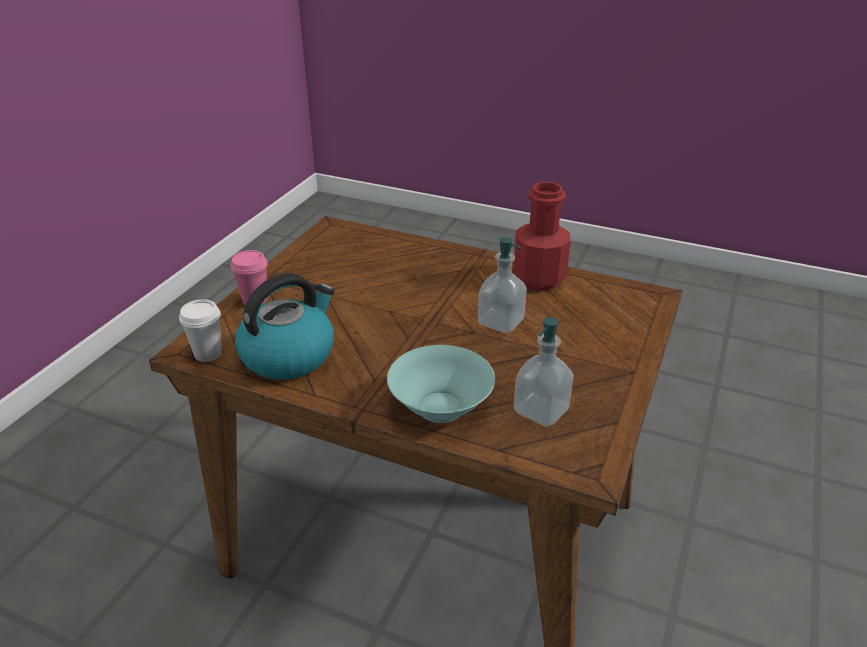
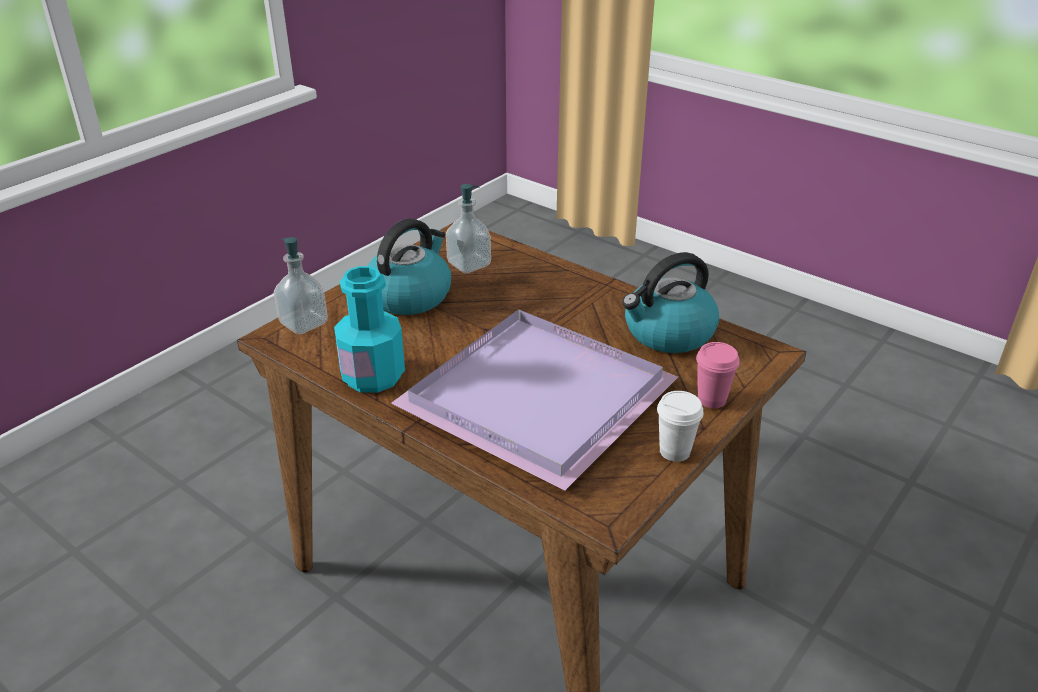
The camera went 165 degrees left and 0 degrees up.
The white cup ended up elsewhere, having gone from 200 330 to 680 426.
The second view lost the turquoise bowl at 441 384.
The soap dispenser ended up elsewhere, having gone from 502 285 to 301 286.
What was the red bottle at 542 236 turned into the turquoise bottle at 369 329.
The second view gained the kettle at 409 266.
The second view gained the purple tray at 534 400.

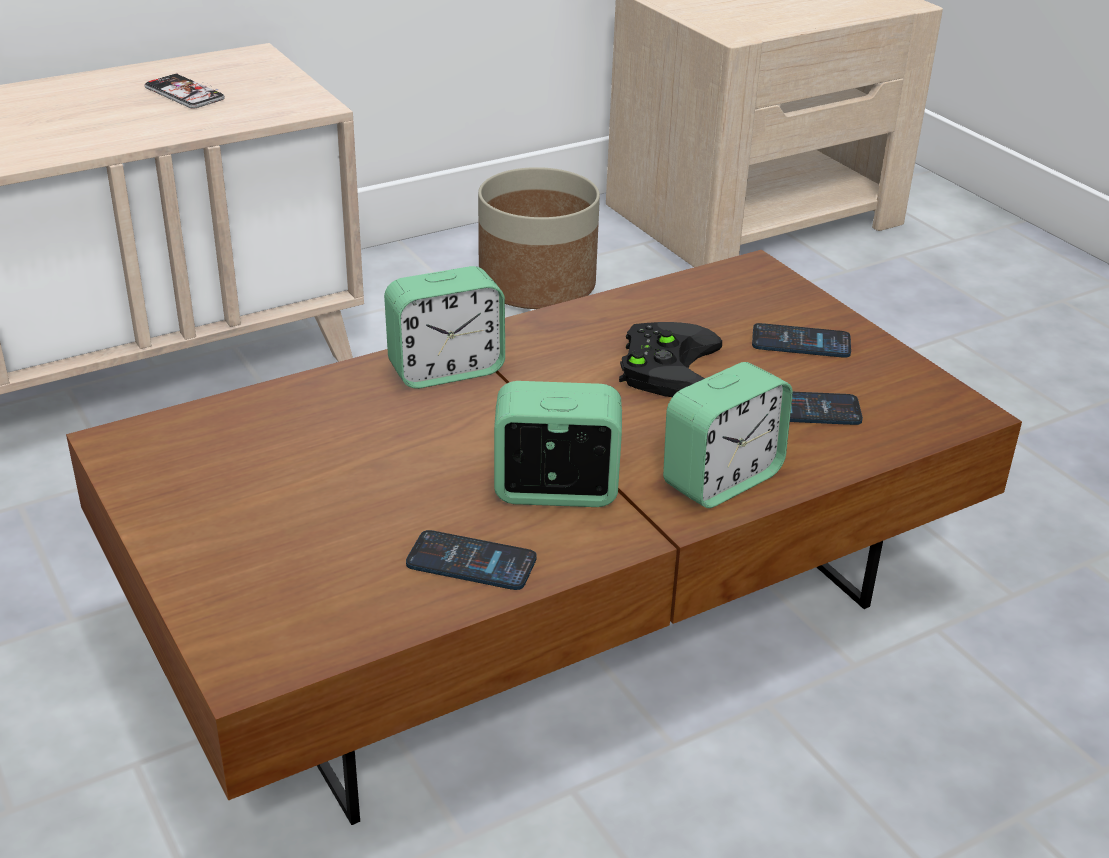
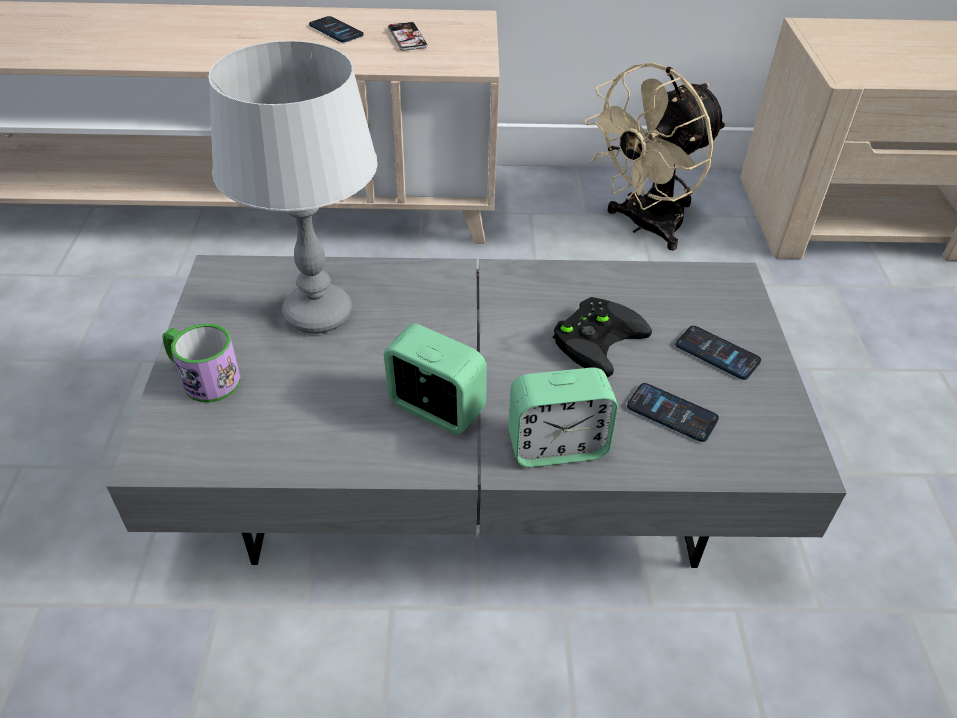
The camera went 30 degrees right and 10 degrees up.
What was the brown coffee table at 544 537 turned into the grey coffee table at 476 411.
The second view lost the alarm clock at 444 327.
The phone ended up elsewhere, having gone from 471 560 to 336 29.
Where the planter stood at 539 238, the beige fan came to stand at 655 156.
The second view gained the mug at 201 363.
The second view gained the grey table lamp at 293 187.

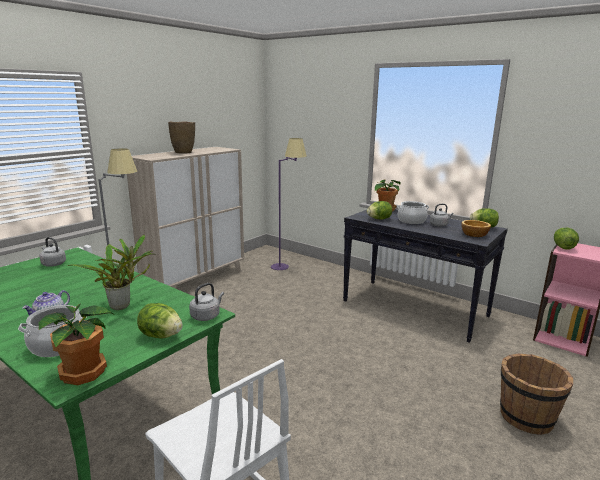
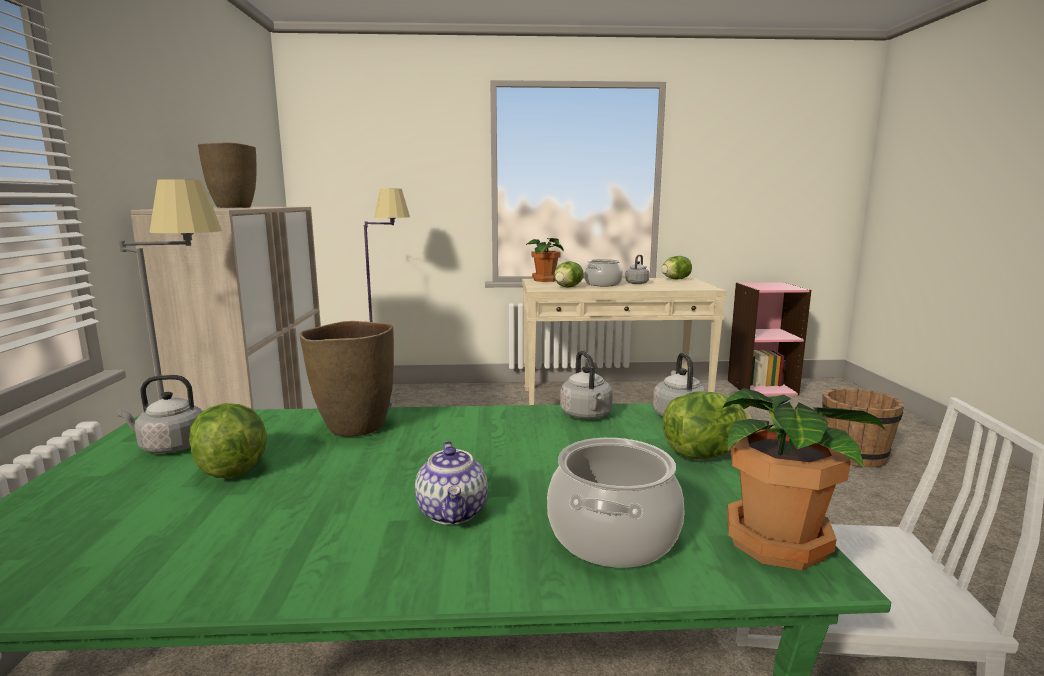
The camera went 40 degrees left and 5 degrees down.
The second view lost the potted plant at 112 272.
What was the black console table at 425 276 turned into the beige console table at 624 341.
The second view lost the bowl at 476 228.
The lettuce ended up elsewhere, having gone from 566 239 to 228 440.
The second view gained the brown vase at 347 379.
The second view gained the grey kettle at 586 385.

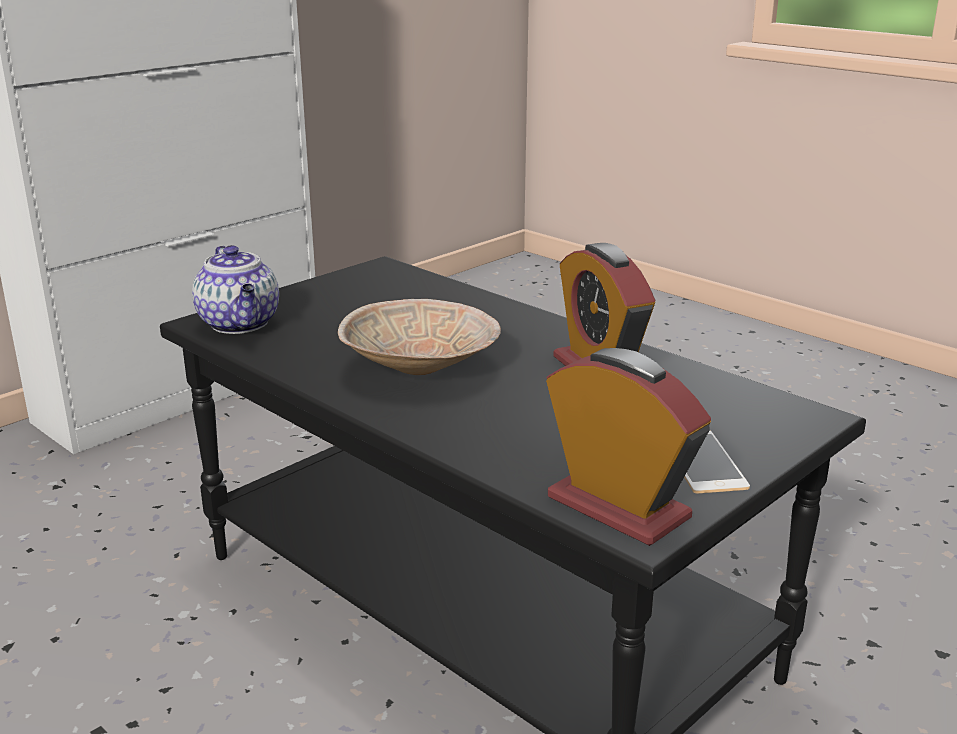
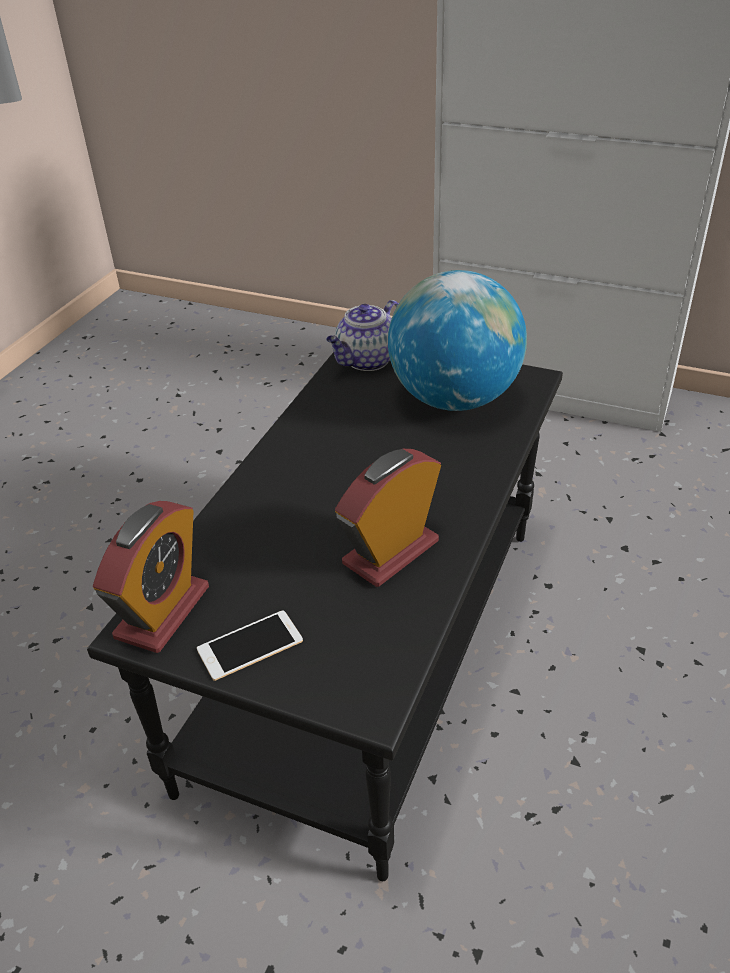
The camera went 70 degrees right and 15 degrees up.
The second view lost the beige bowl at 419 337.
The second view gained the globe at 457 340.

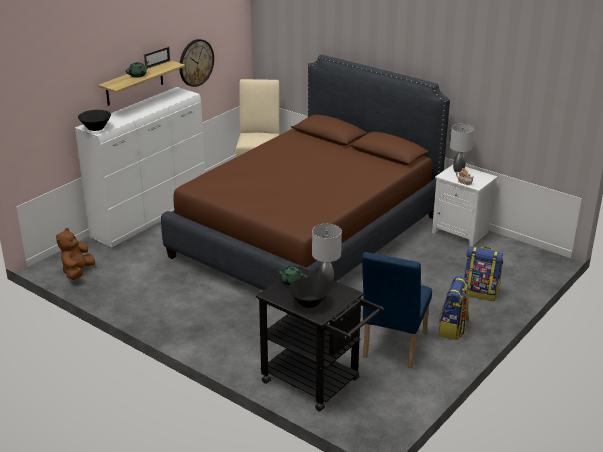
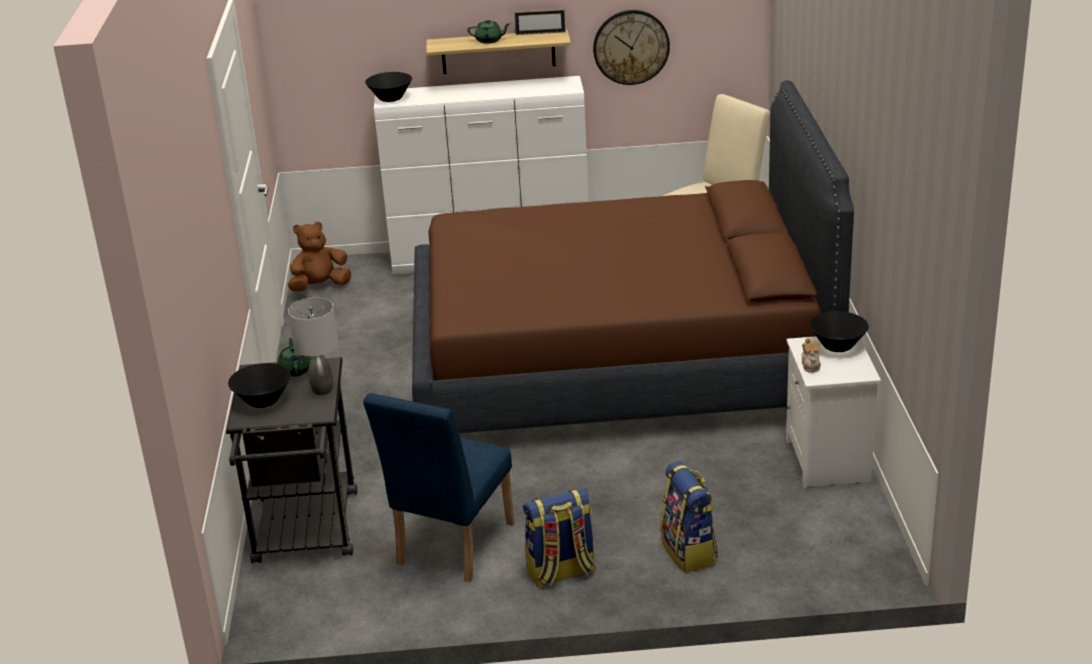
The camera went 50 degrees right and 0 degrees up.
The blue chair at 397 310 ended up facing another way, 45 degrees counterclockwise from before.
Where the grey table lamp stood at 462 148, the black bowl came to stand at 839 331.

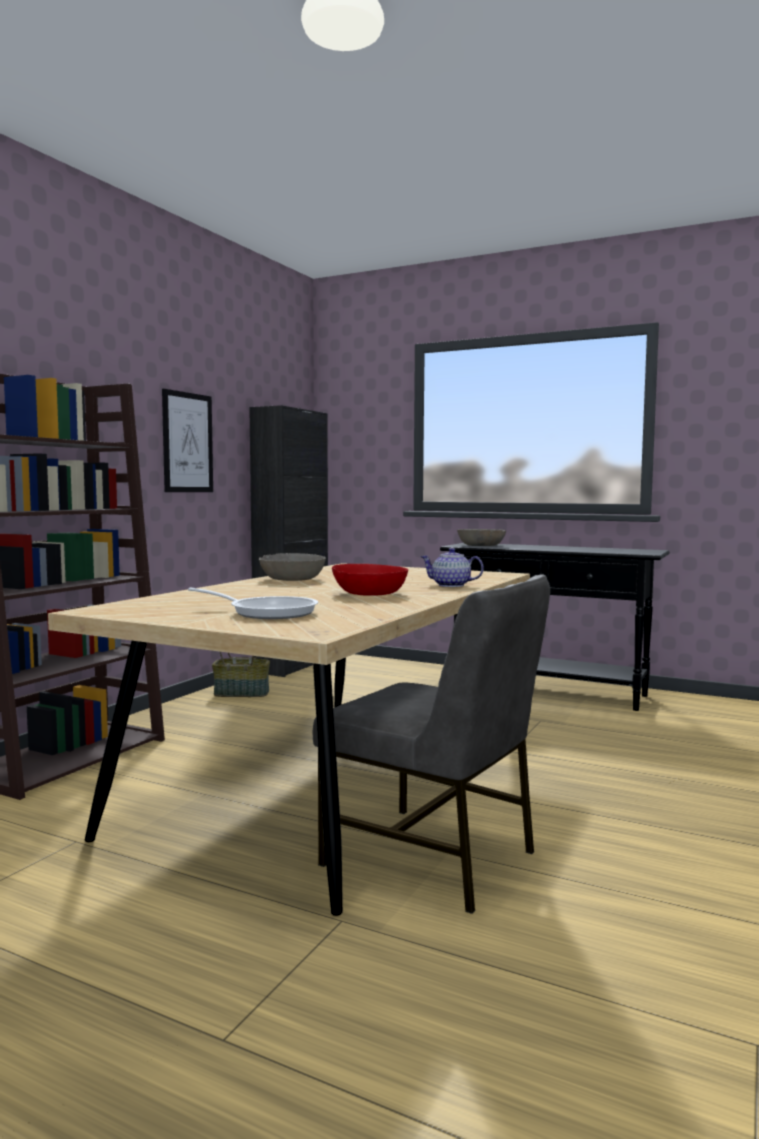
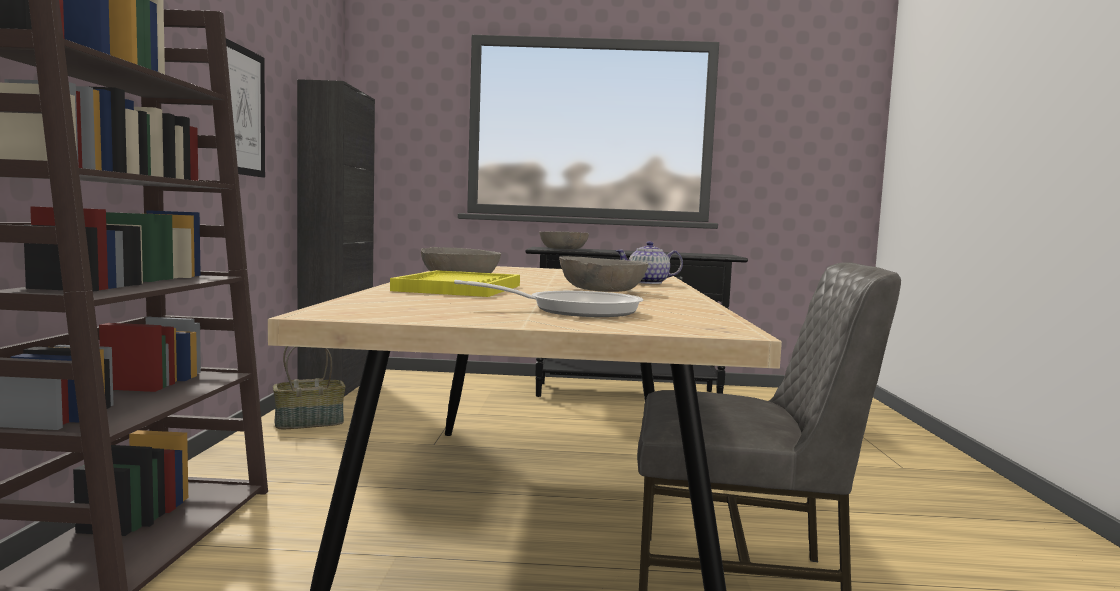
The camera went 25 degrees left and 0 degrees up.
What was the red bowl at 370 580 turned into the grey bowl at 603 274.
The second view gained the yellow tray at 455 283.

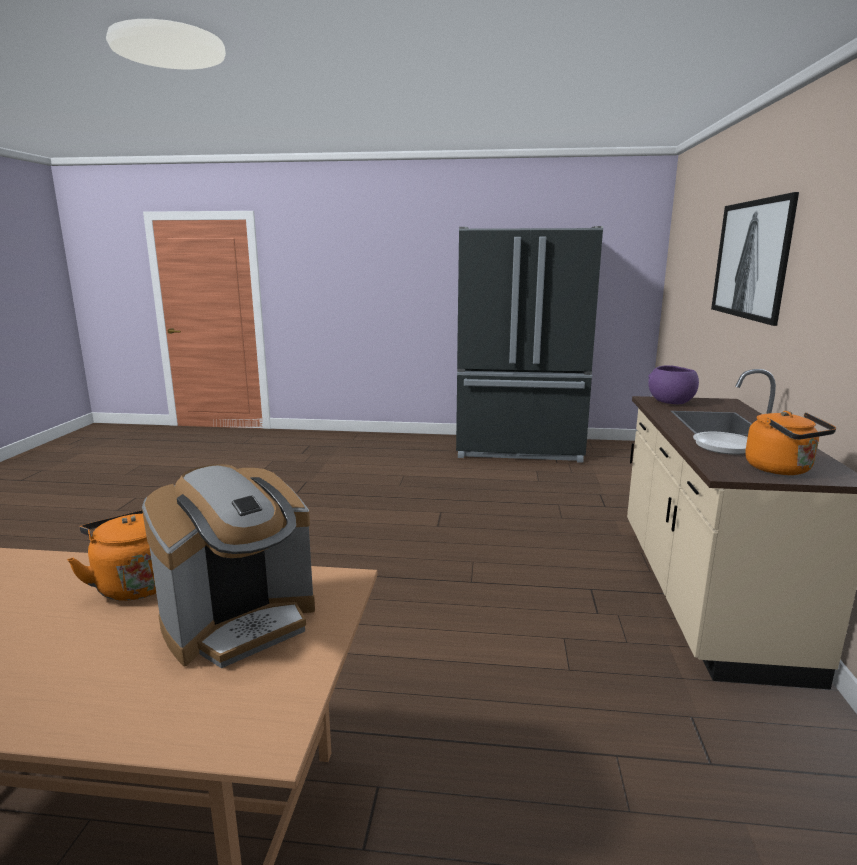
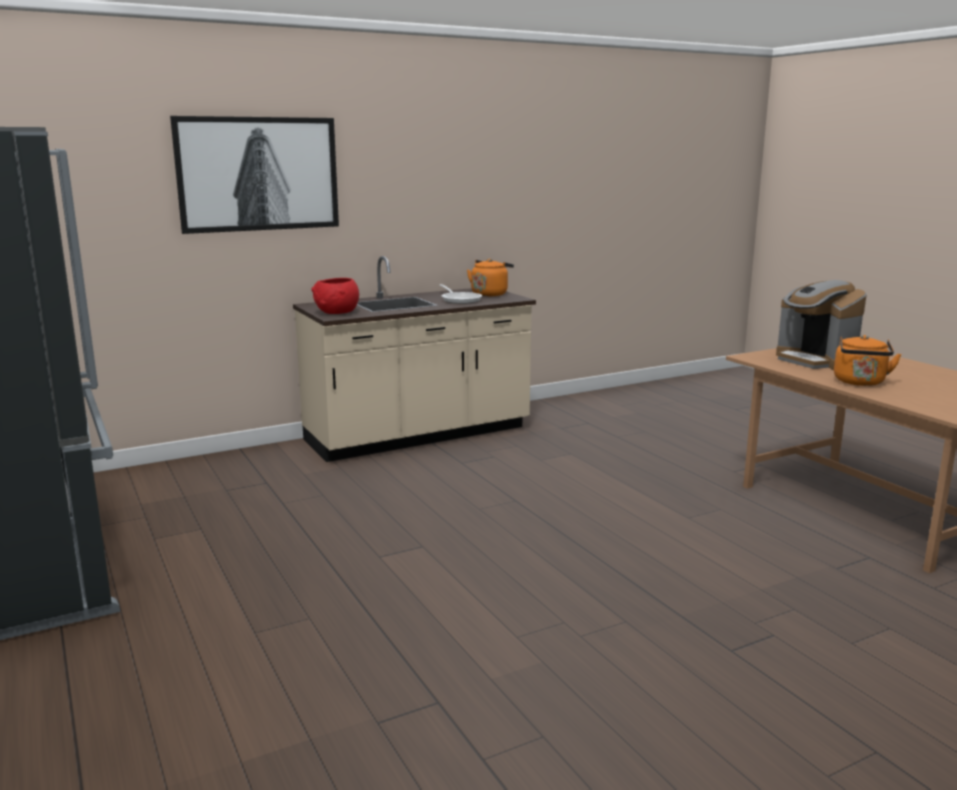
The camera went 125 degrees left and 0 degrees up.
The coffee machine at 228 566 ended up facing another way, 135 degrees counterclockwise from before.
What was the purple bowl at 673 384 turned into the red bowl at 335 296.

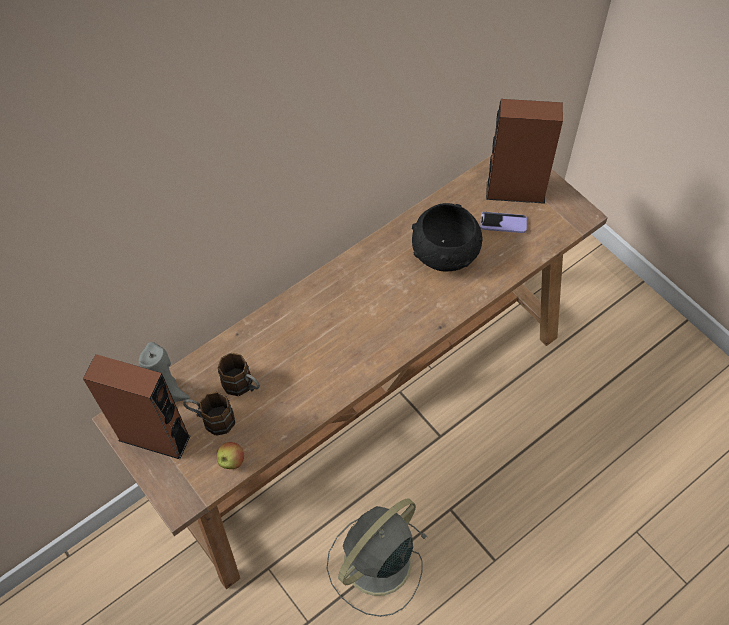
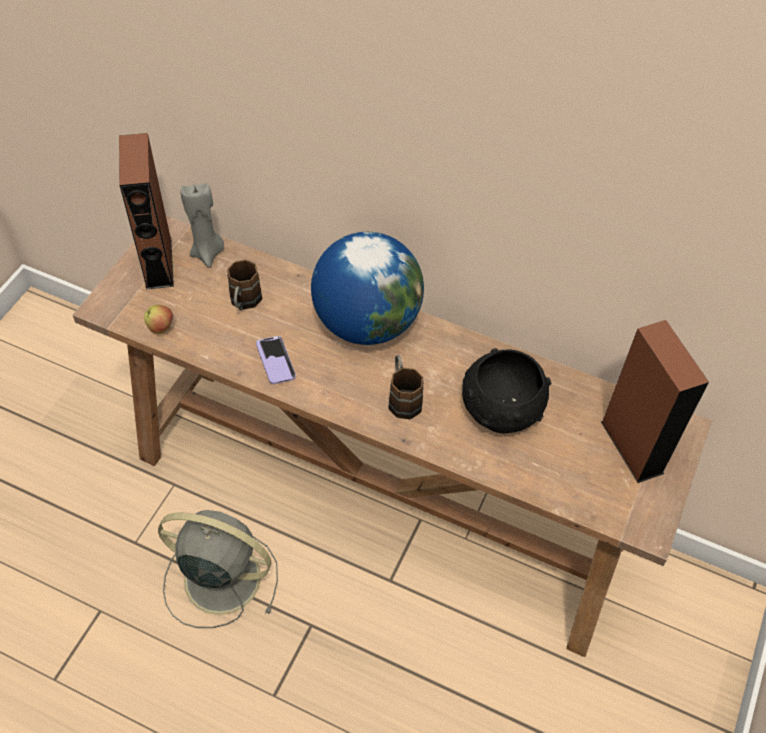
The camera went 60 degrees right and 5 degrees down.
The brown mug ended up elsewhere, having gone from 209 414 to 406 387.
The phone ended up elsewhere, having gone from 503 222 to 276 360.
The second view gained the globe at 367 288.

